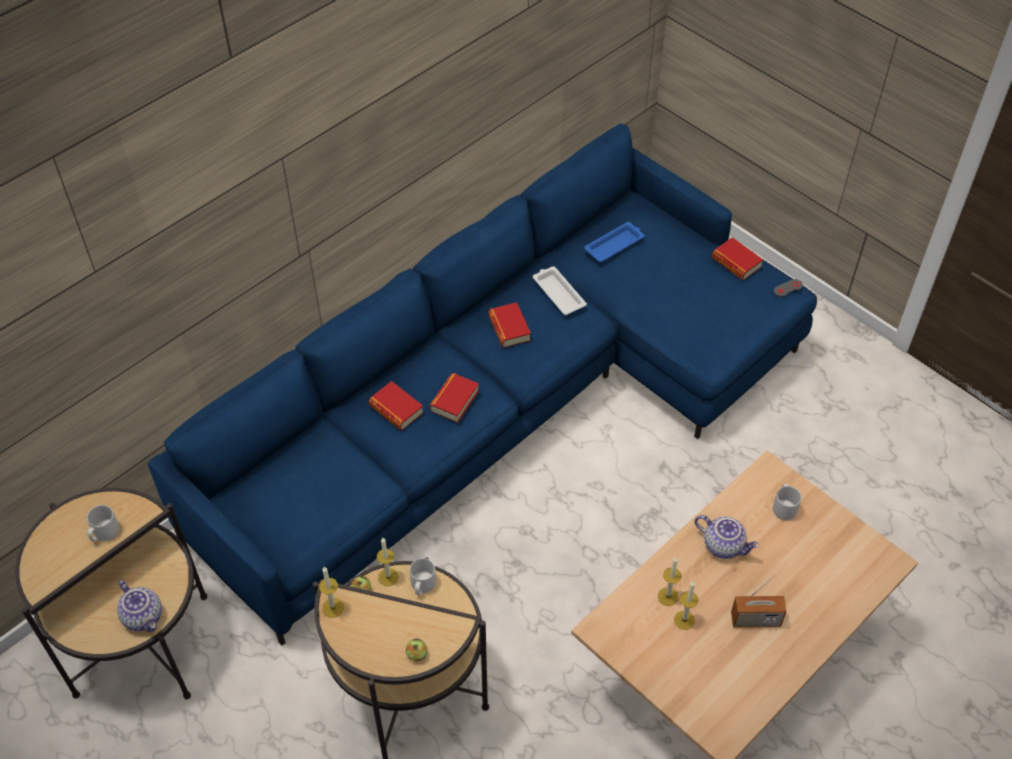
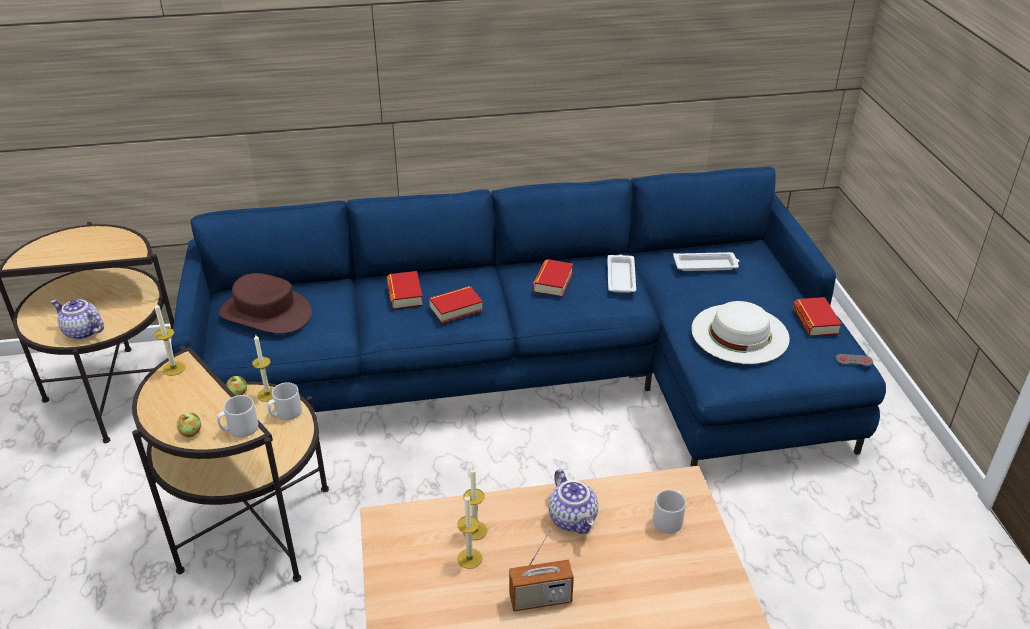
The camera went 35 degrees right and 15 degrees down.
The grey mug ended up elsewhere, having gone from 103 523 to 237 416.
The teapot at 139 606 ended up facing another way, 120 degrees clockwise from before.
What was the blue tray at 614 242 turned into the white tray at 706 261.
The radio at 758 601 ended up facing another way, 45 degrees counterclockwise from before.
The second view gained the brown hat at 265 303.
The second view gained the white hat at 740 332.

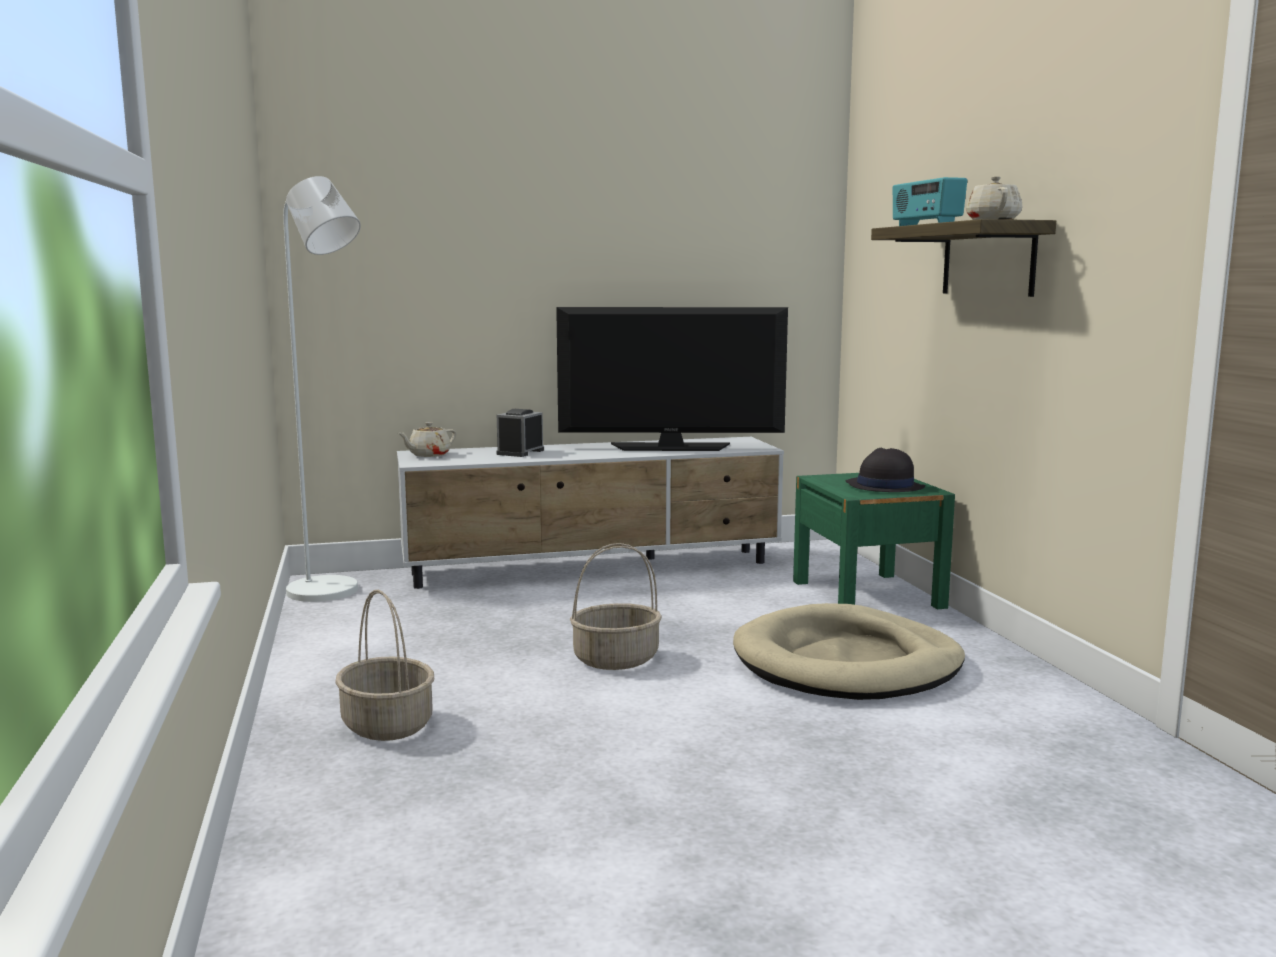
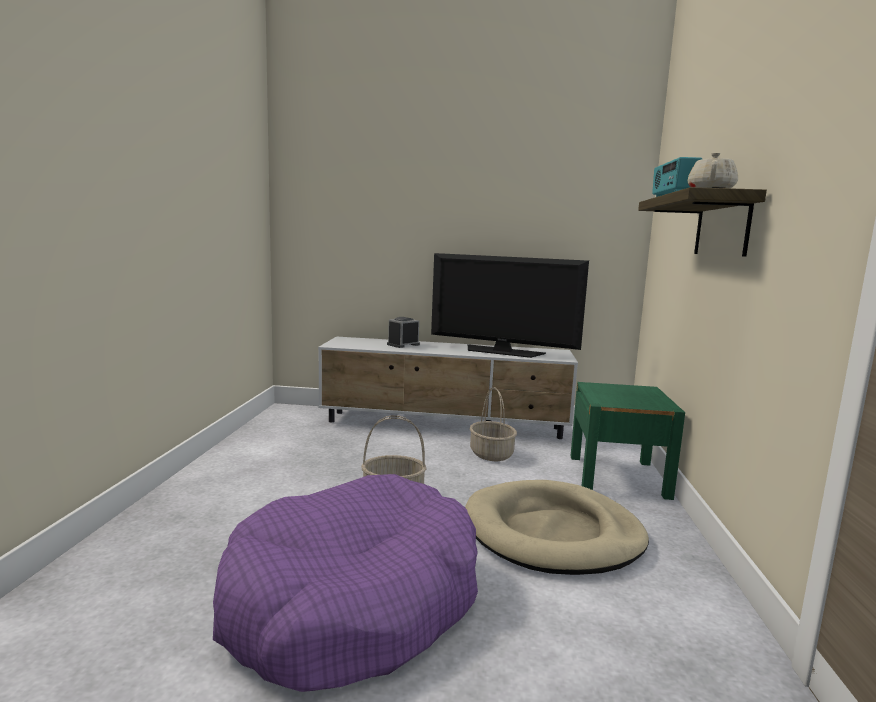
The camera went 20 degrees right and 0 degrees up.
The second view lost the white floor lamp at 322 389.
The basket ended up elsewhere, having gone from 384 665 to 493 424.
The second view lost the beige teapot at 427 439.
The second view lost the black hat at 885 470.
The second view gained the purple dog bed at 345 583.

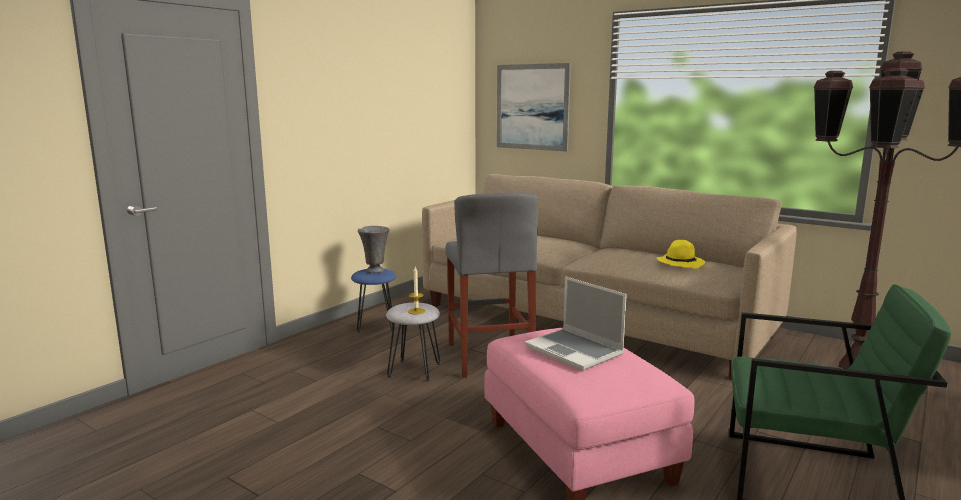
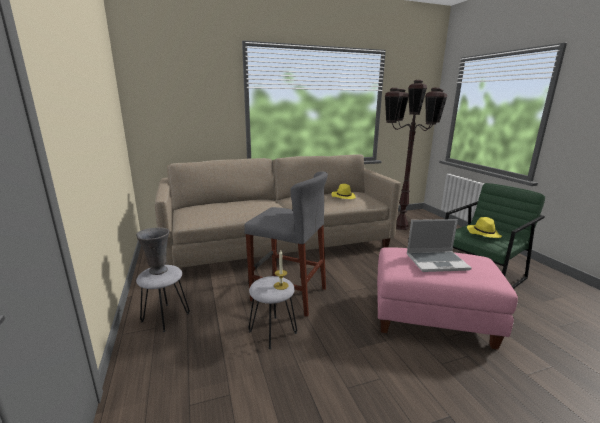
The camera went 55 degrees left and 5 degrees up.
What was the blue stool at 373 300 turned into the grey stool at 163 298.
The second view lost the picture at 534 107.
The second view gained the yellow hat at 484 227.

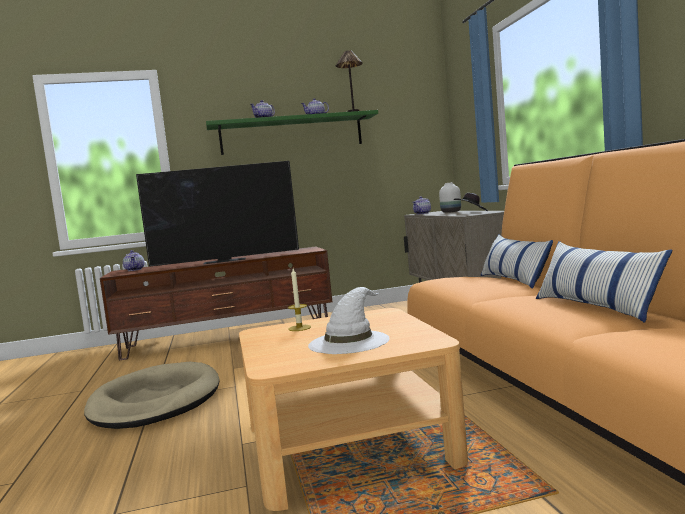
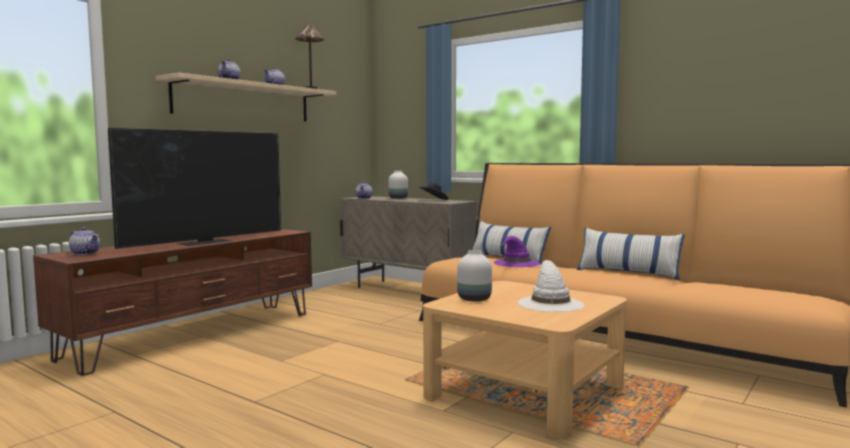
The camera went 40 degrees left and 0 degrees up.
The second view lost the beige dog bed at 151 395.
What was the green shelf at 292 132 turned into the beige shelf at 246 97.
Where the candle stood at 299 299, the white vase came to stand at 474 275.
The second view gained the purple hat at 517 251.

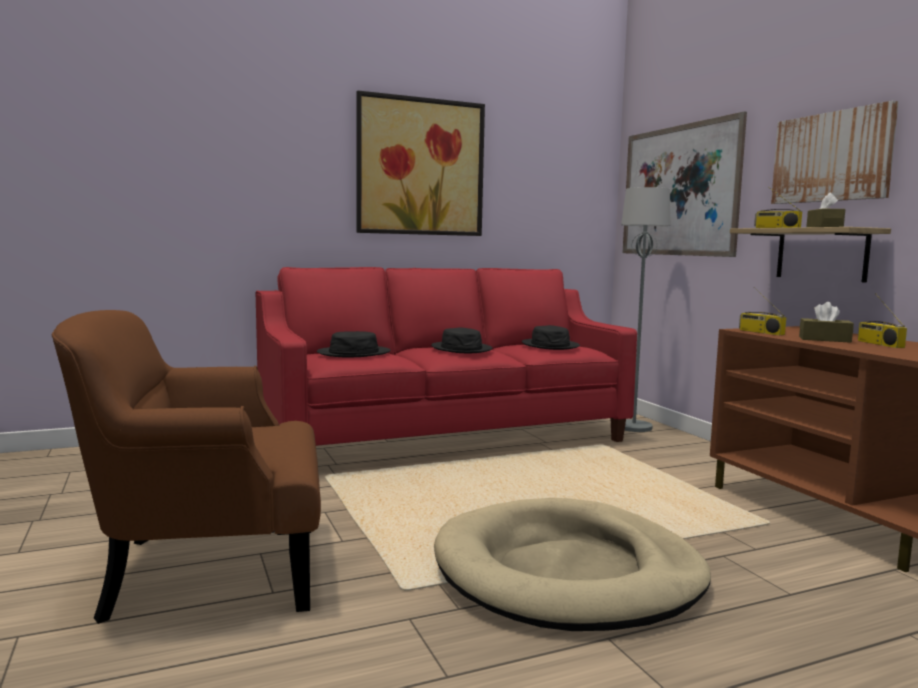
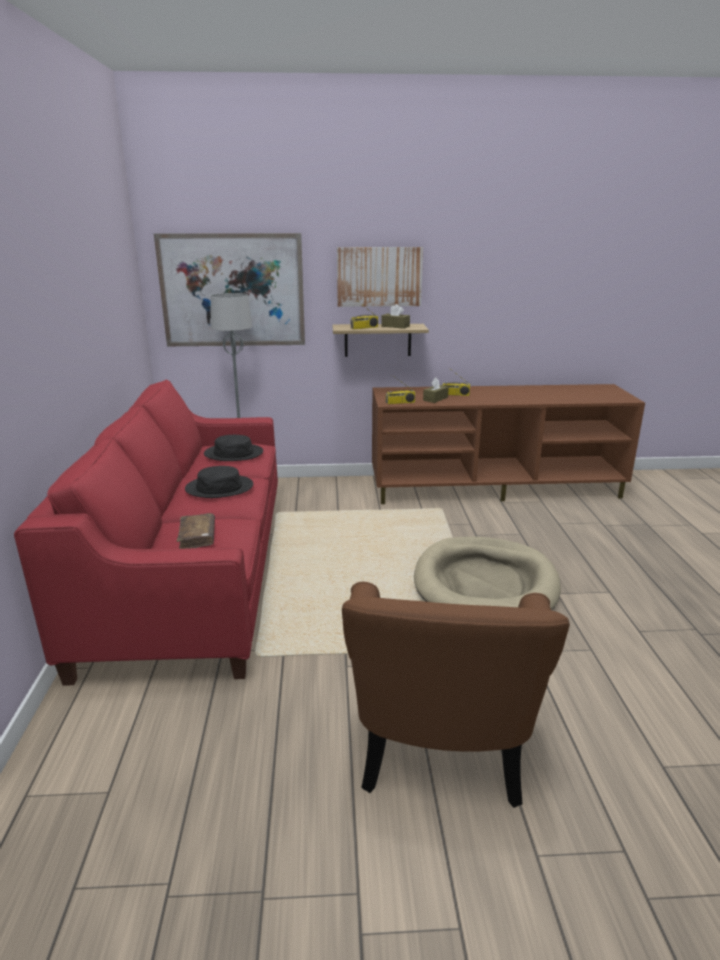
The camera went 70 degrees left and 15 degrees up.
Where the black hat stood at 354 344, the brown book came to stand at 196 531.
The second view lost the picture at 420 163.

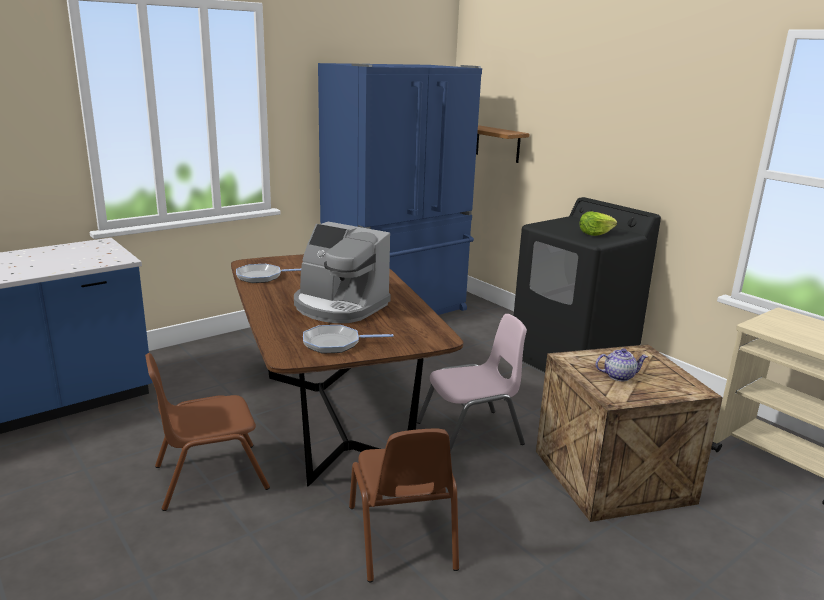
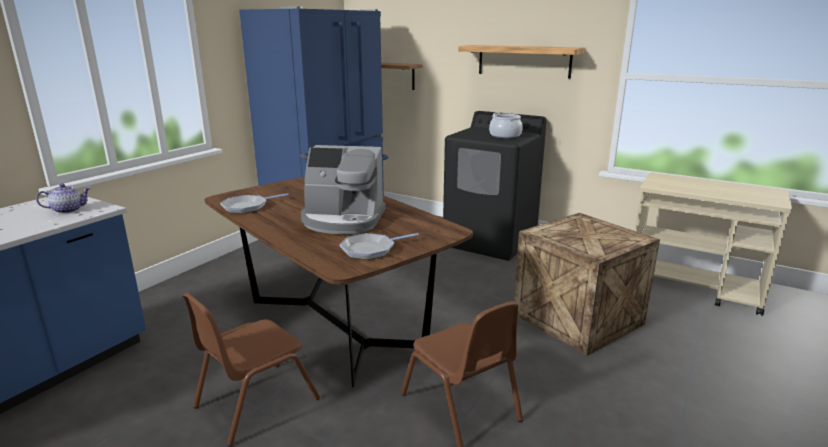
The camera went 20 degrees left and 0 degrees up.
The second view lost the pink chair at 472 383.
Where the lettuce stood at 598 223, the cooking pot came to stand at 506 125.
The teapot ended up elsewhere, having gone from 622 364 to 63 199.
The second view gained the shelf at 521 61.

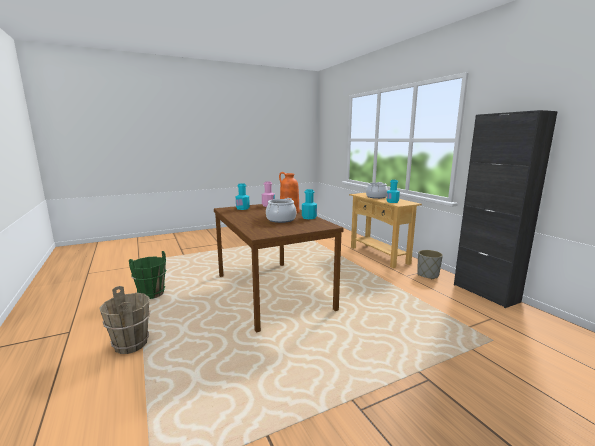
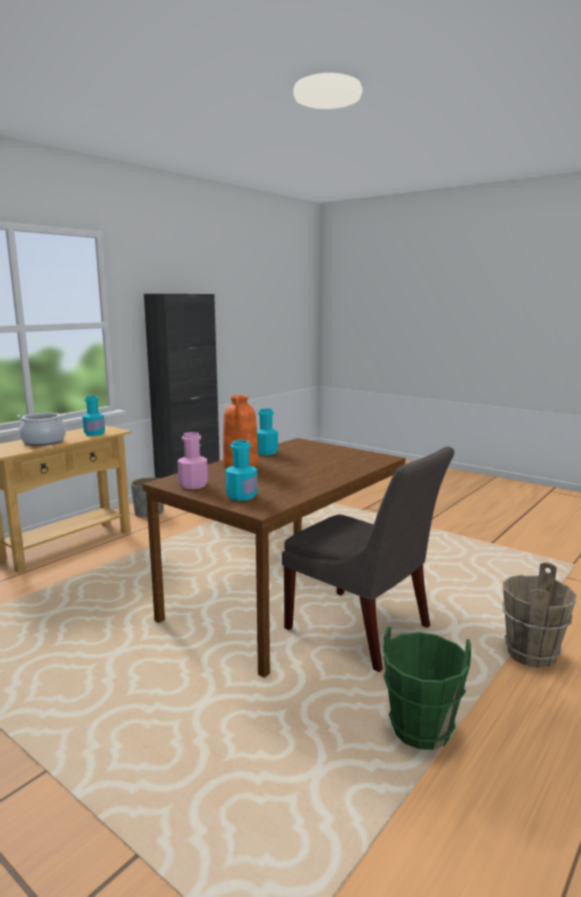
The camera went 115 degrees left and 0 degrees up.
The second view lost the cooking pot at 281 210.
The second view gained the grey chair at 368 559.

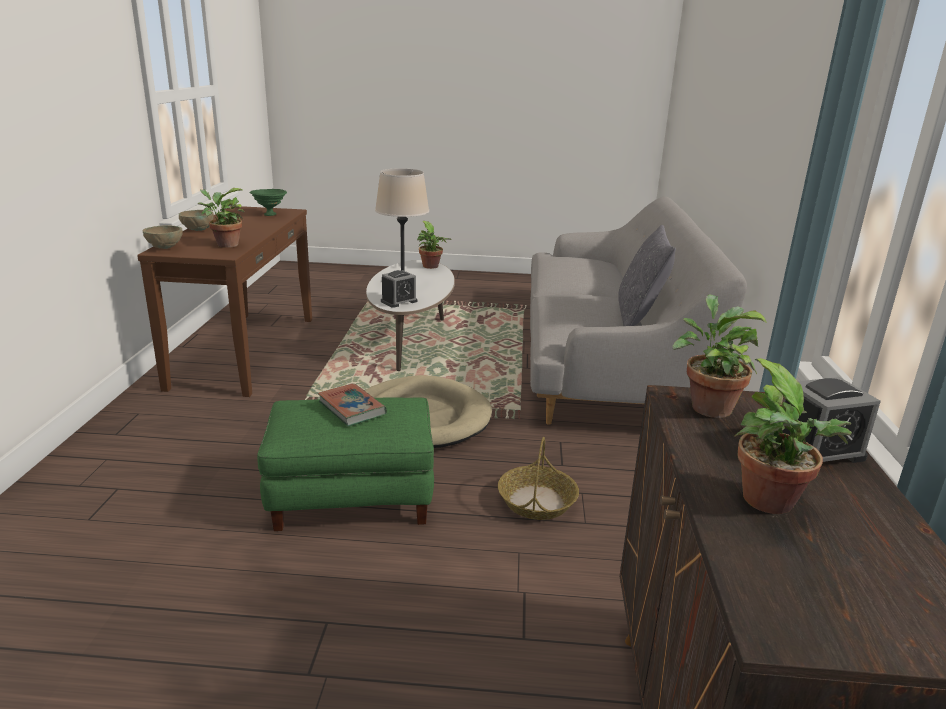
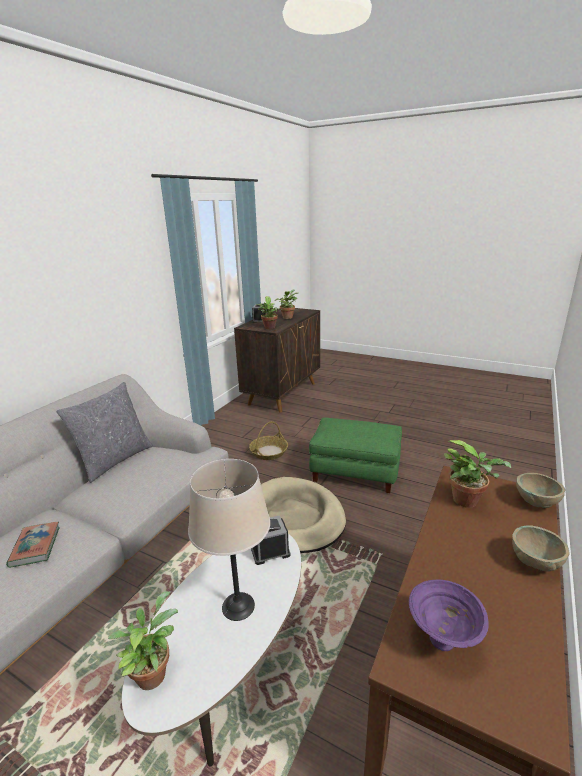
The camera went 155 degrees left and 0 degrees up.
What was the green bowl at 268 202 turned into the purple bowl at 449 615.
The book ended up elsewhere, having gone from 352 405 to 33 545.

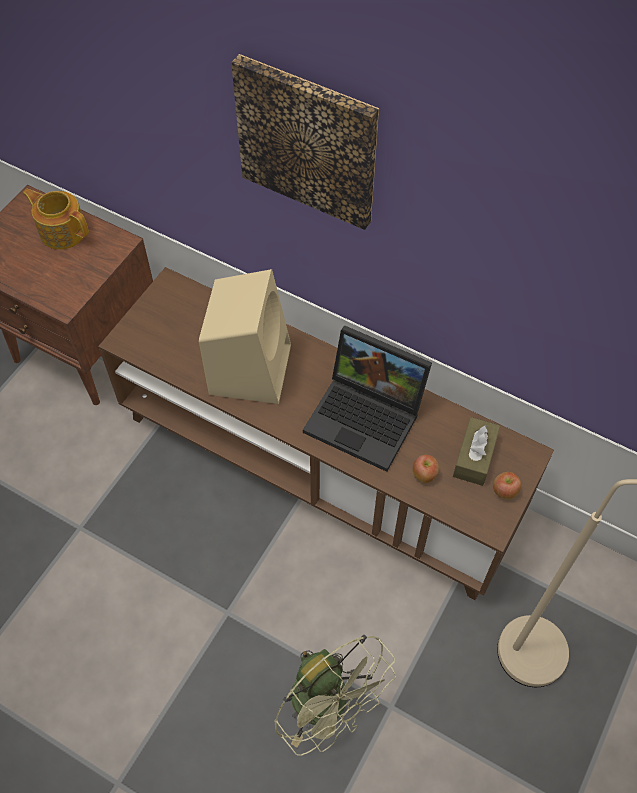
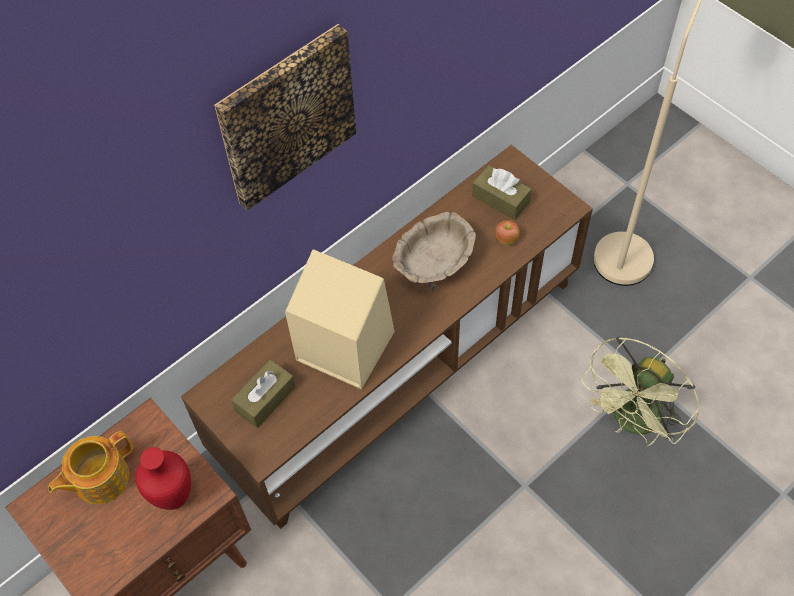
The camera went 70 degrees left and 0 degrees up.
The green fan at 335 695 ended up facing another way, 150 degrees clockwise from before.
Where the laptop stood at 367 398, the beige bowl came to stand at 434 251.
The second view lost the apple at 507 485.
The second view gained the red vase at 163 478.
The second view gained the brown tissue box at 263 393.

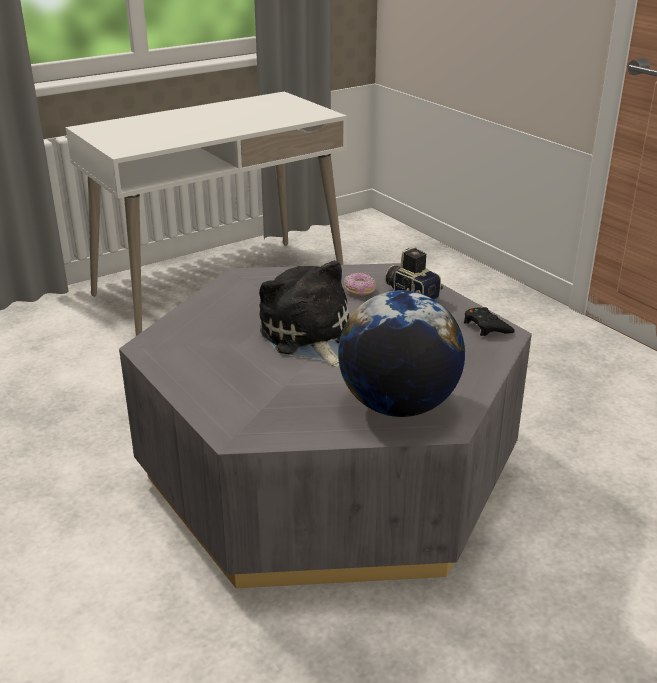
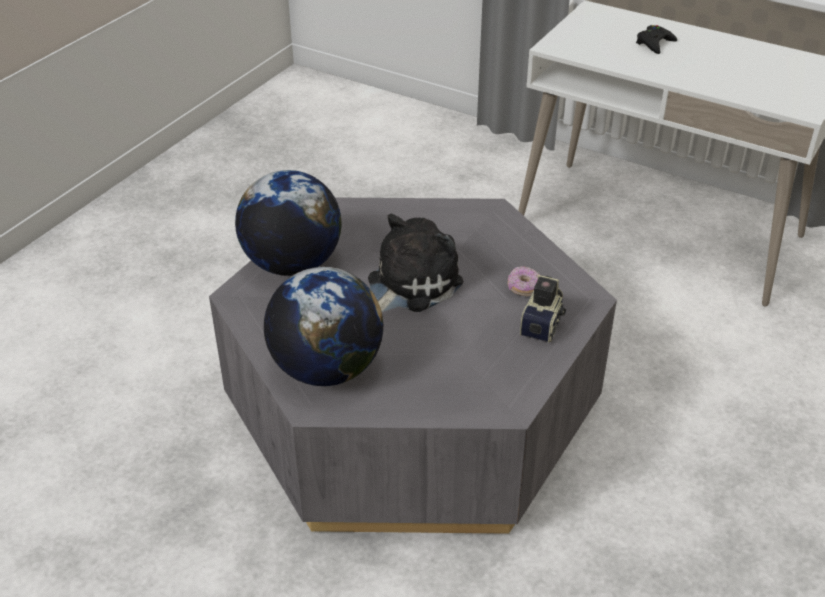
The camera went 65 degrees right and 10 degrees up.
The black game controller ended up elsewhere, having gone from 489 321 to 656 39.
The second view gained the globe at 288 223.

